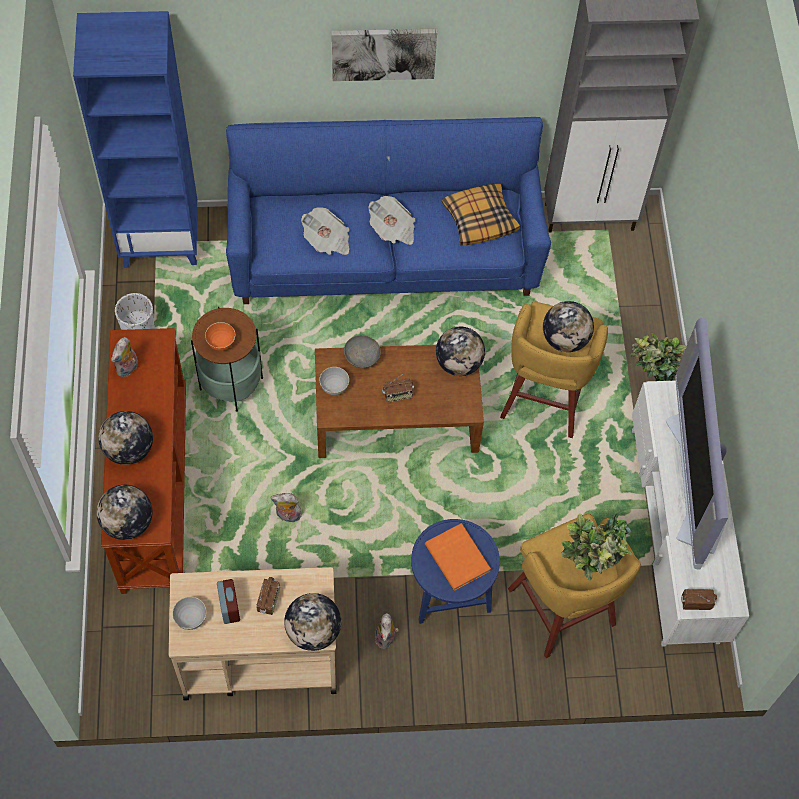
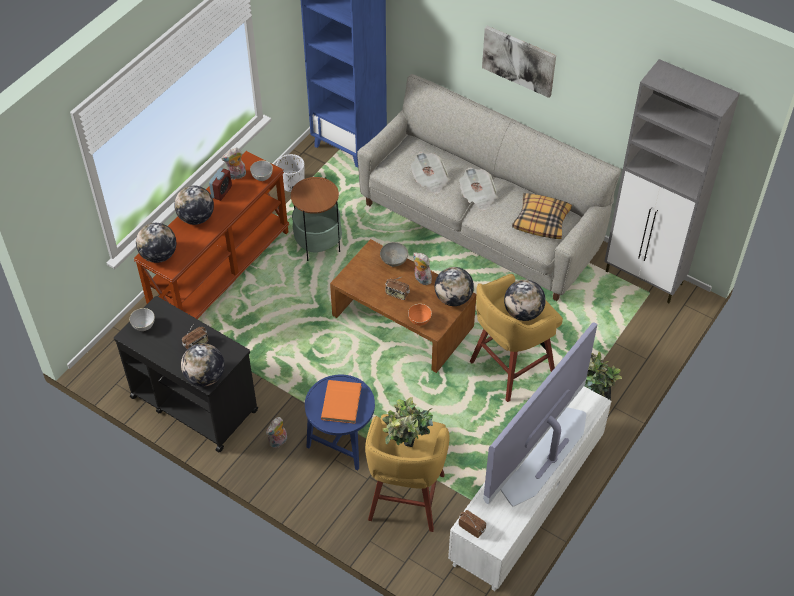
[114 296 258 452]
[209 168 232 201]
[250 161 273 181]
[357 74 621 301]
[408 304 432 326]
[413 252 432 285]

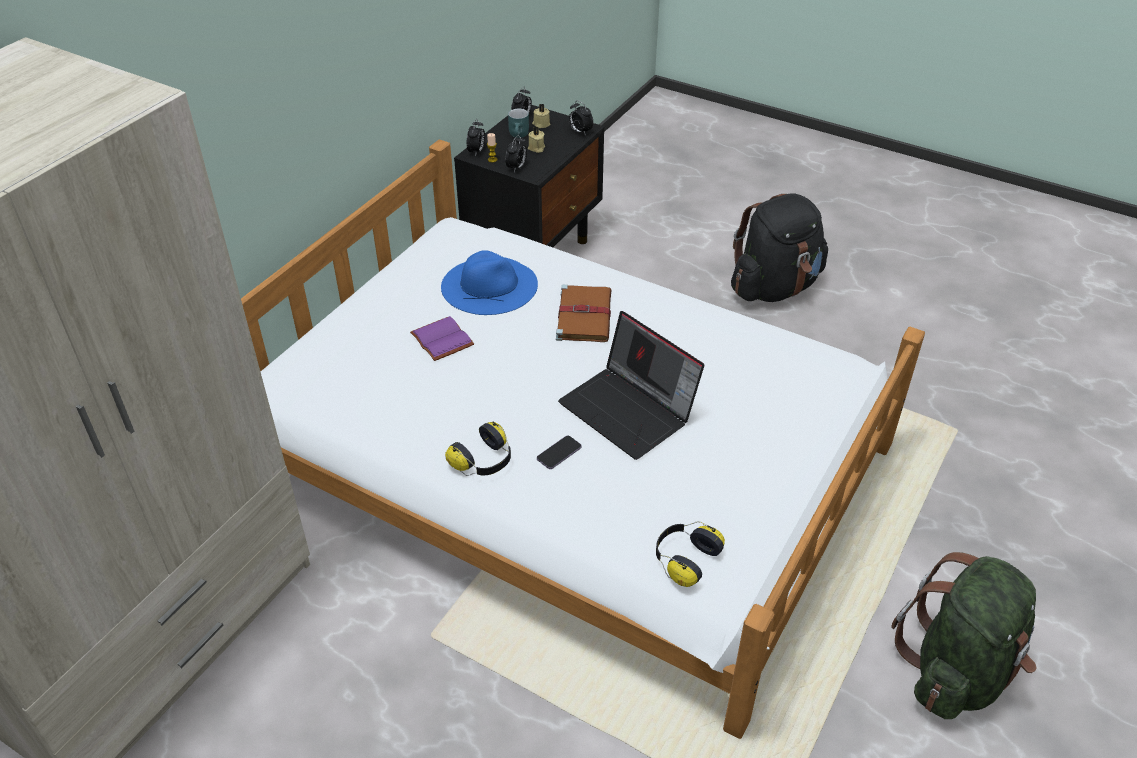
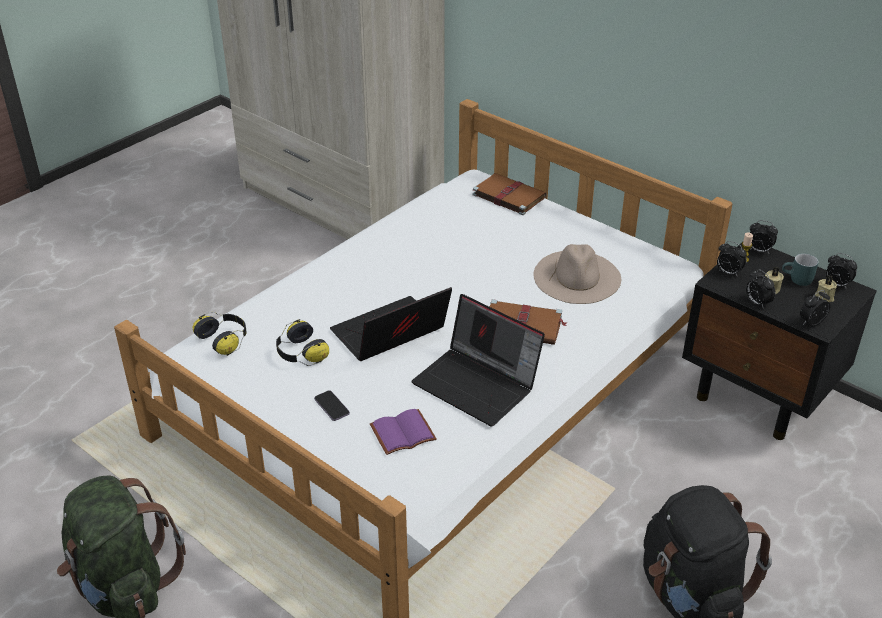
[276 319 329 366]
[314 390 350 421]
[370 409 436 455]
[411 294 545 427]
[472 173 547 215]
[533 244 621 304]
[746 269 776 309]

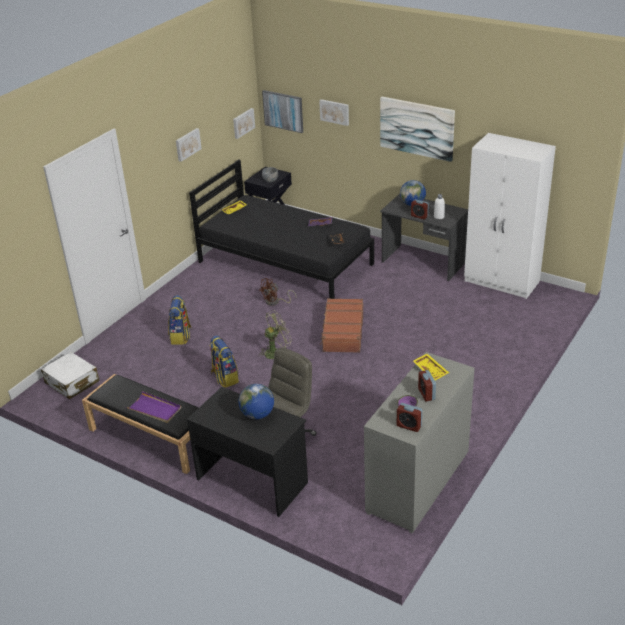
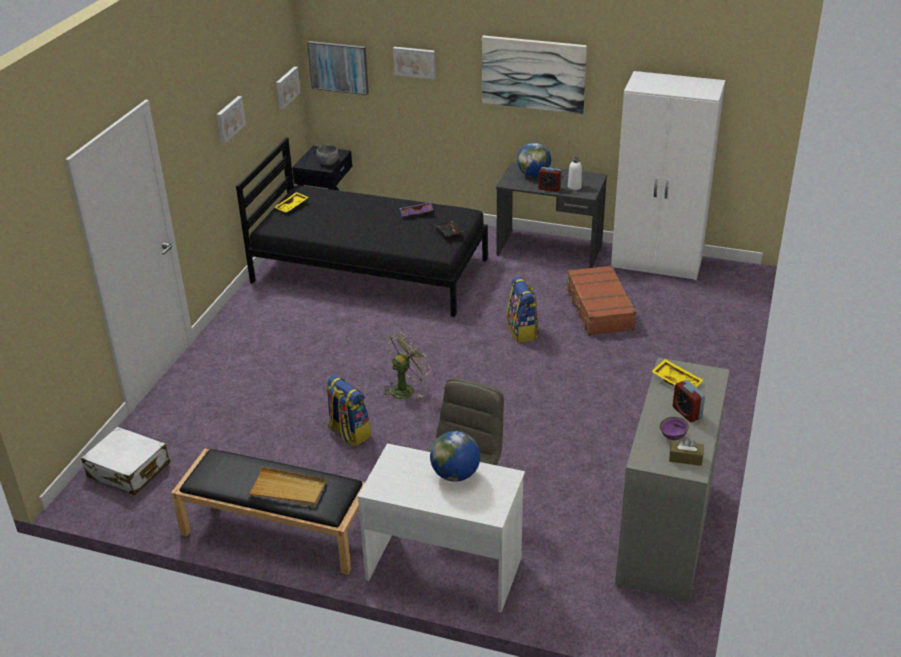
[246 467 326 507]
[357 443 525 613]
[507 277 539 343]
[565 265 637 336]
[669 438 704 466]
[259 278 296 305] (first image)

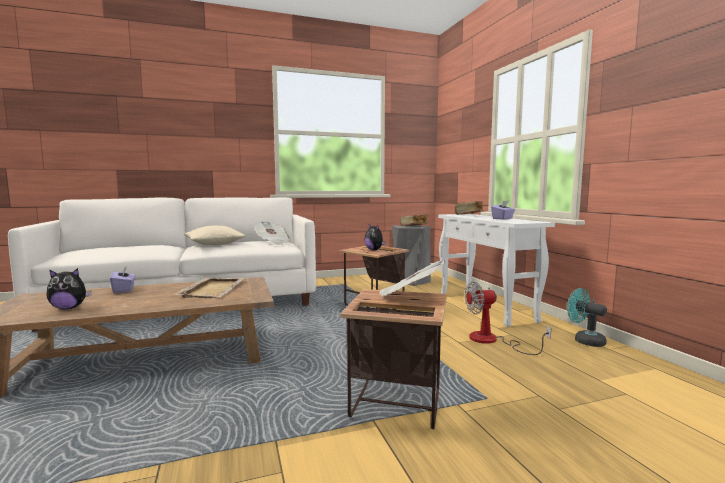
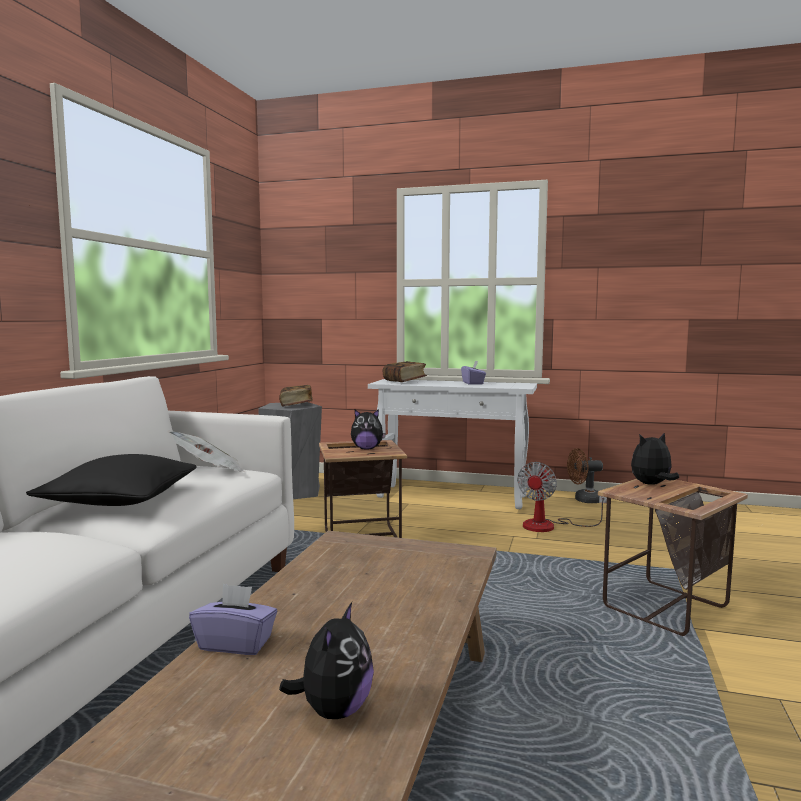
[26 454 197 506]
[567 448 603 503]
[631 432 679 485]
[175 277 244 298] (first image)

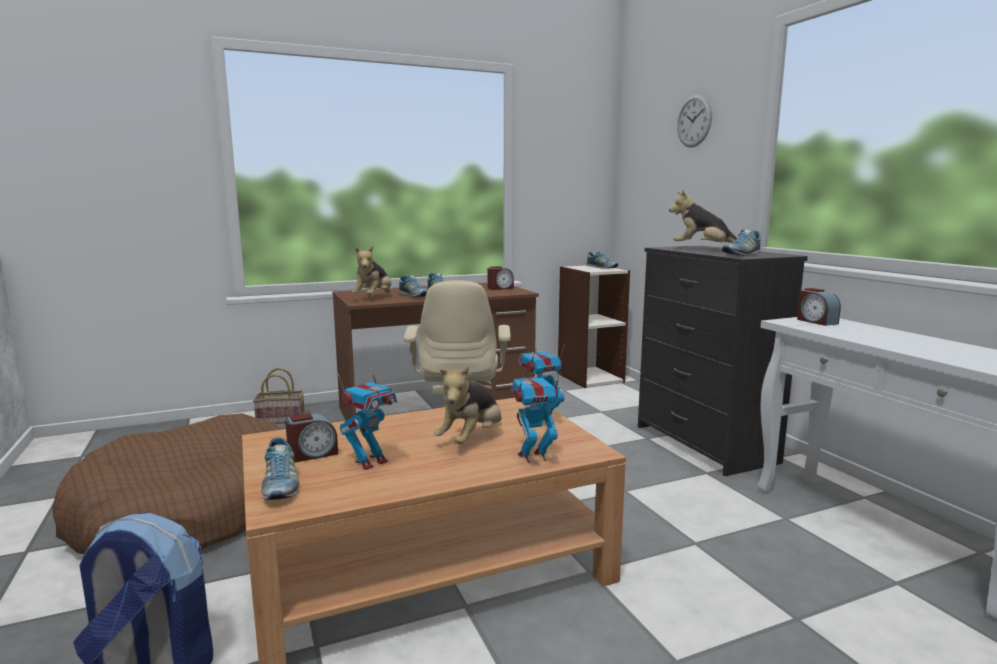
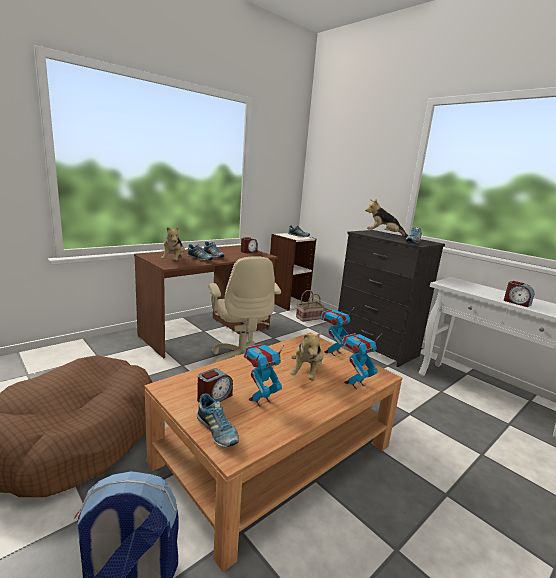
[244 344 285 407]
[296 290 324 322]
[504 281 534 307]
[677 94 712 148] (first image)

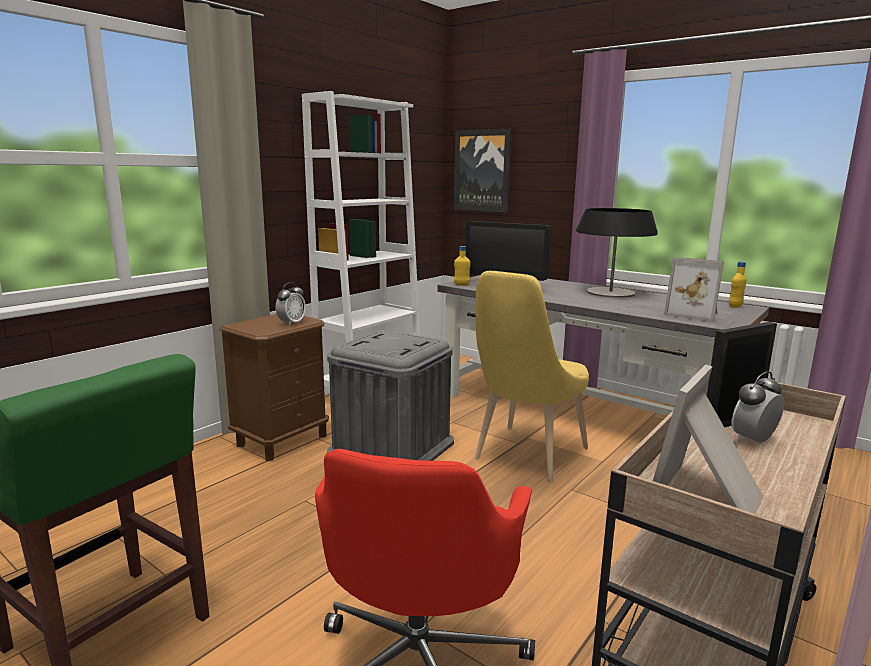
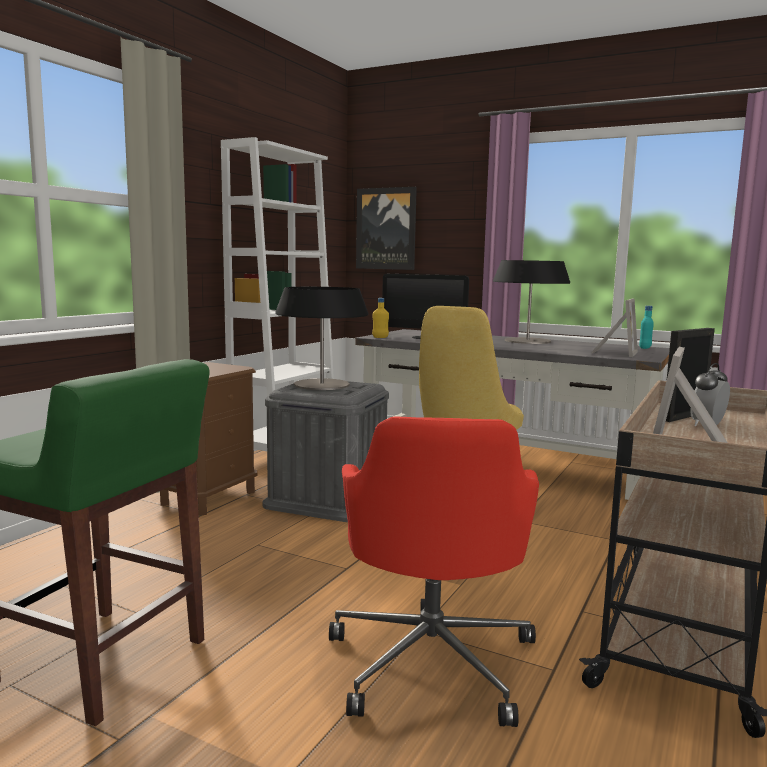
[275 287 368 390]
[591 298 638 357]
[639 306 654 349]
[275 282 306 326] (first image)

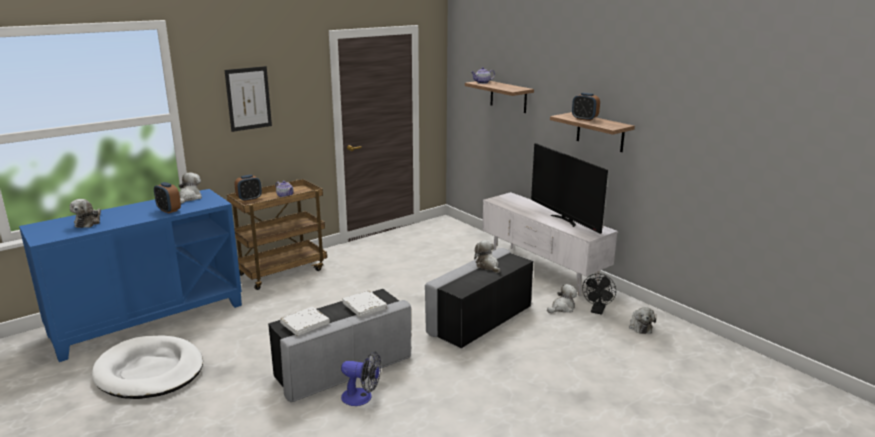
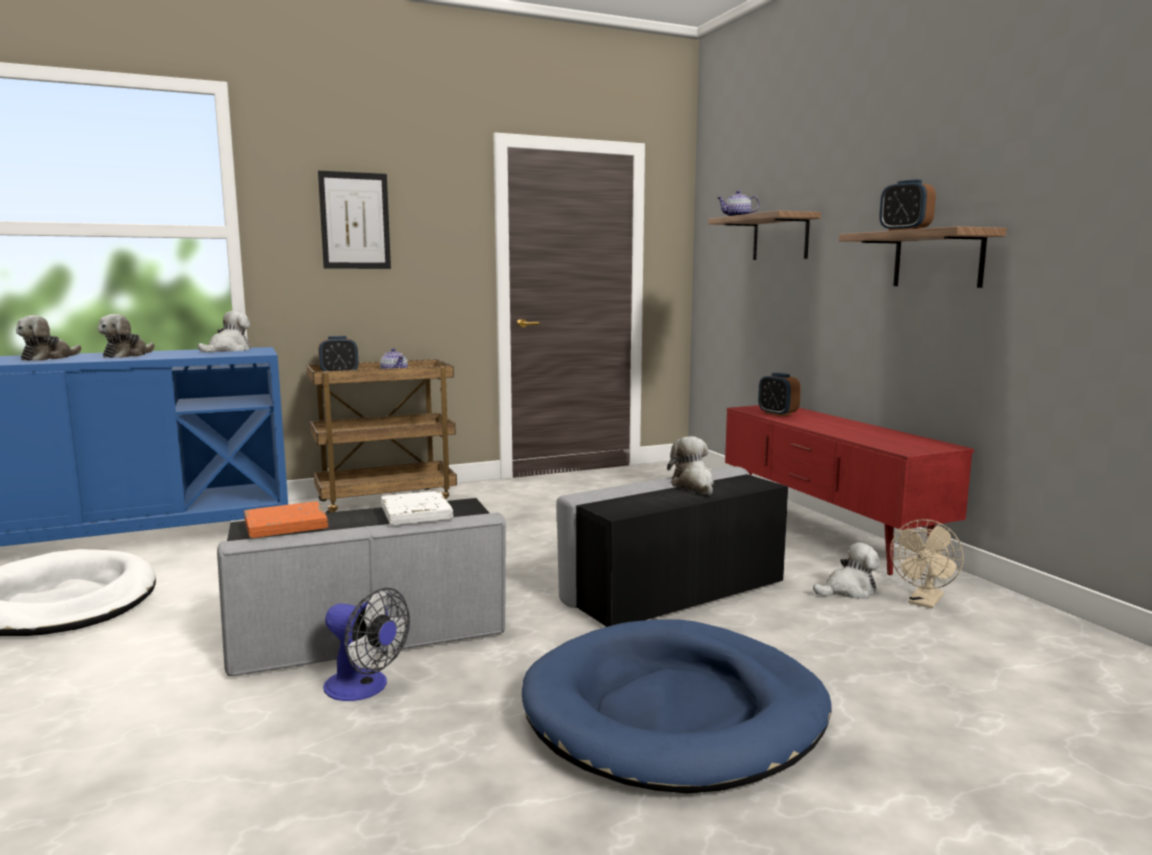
[98 314 155 358]
[244 501 328 538]
[522 619 832 794]
[725 405 975 575]
[758 373 801 416]
[890 519 964 609]
[531 143 608 234] (first image)

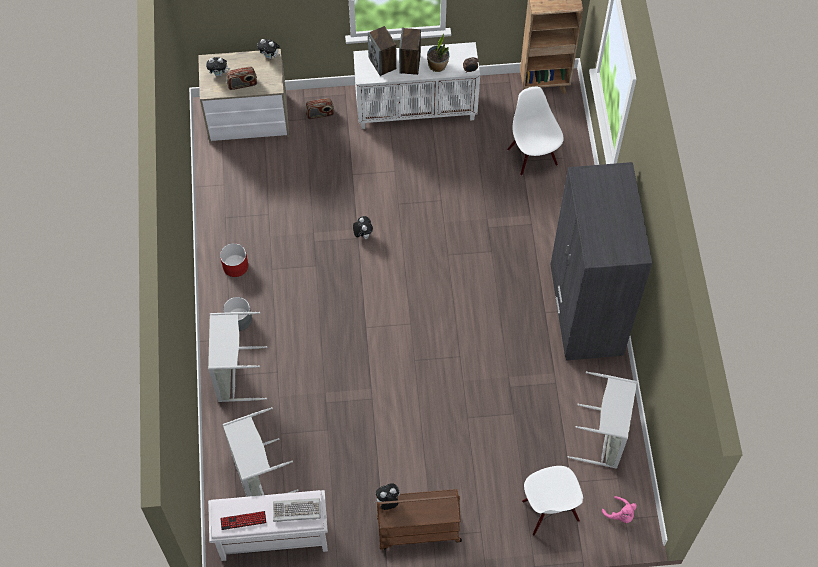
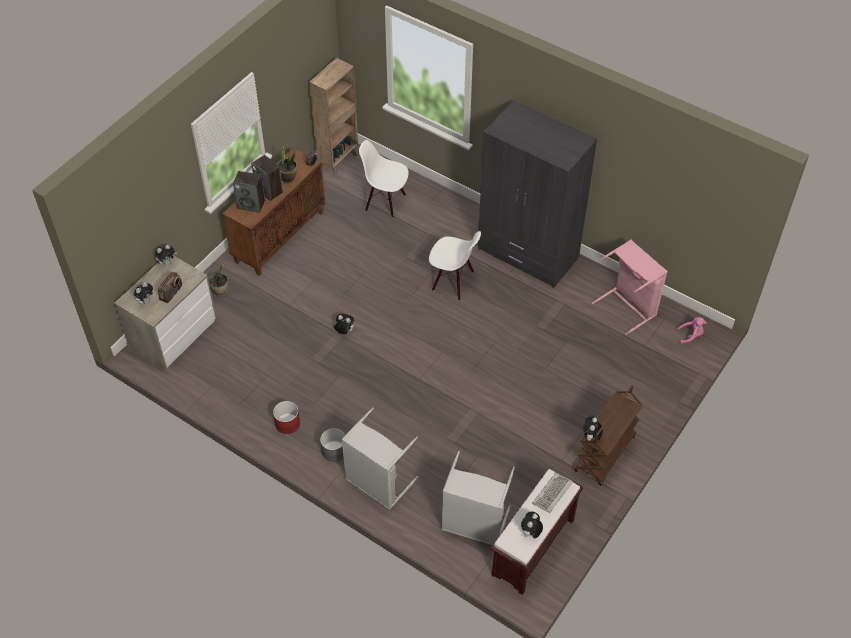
[208 264 228 296]
[222 148 325 276]
[429 231 481 300]
[490 468 583 595]
[521 511 543 538]
[592 240 668 335]

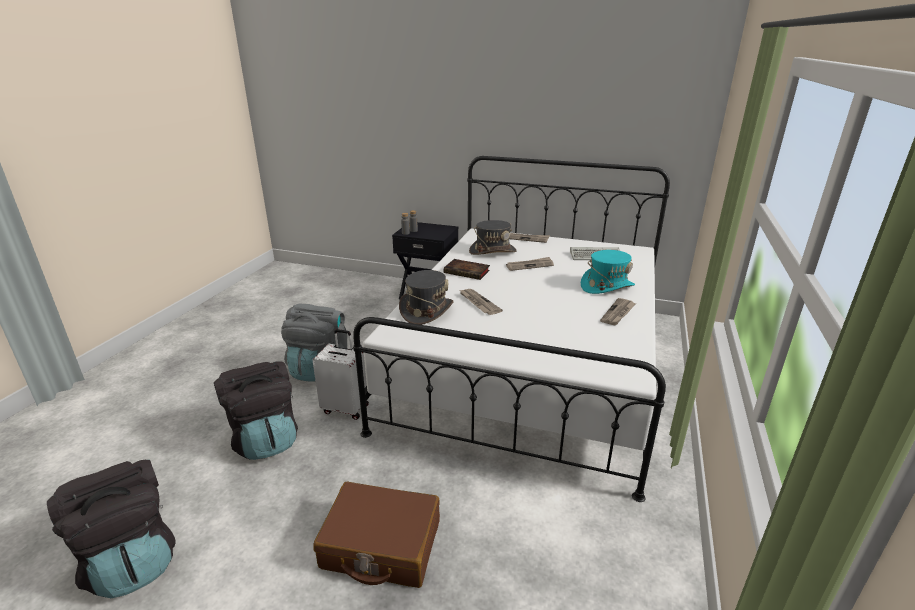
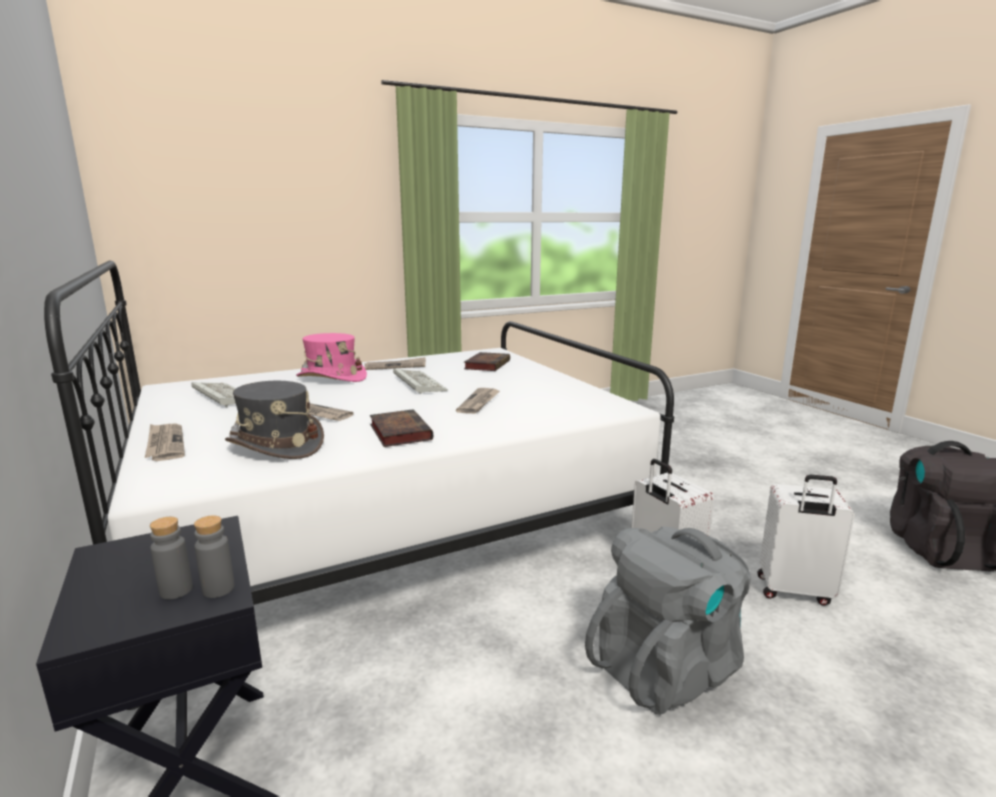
[296 333 367 382]
[393 368 448 394]
[464 352 510 371]
[757 475 855 606]
[313 481 440 588] (first image)
[399 270 454 325] (first image)

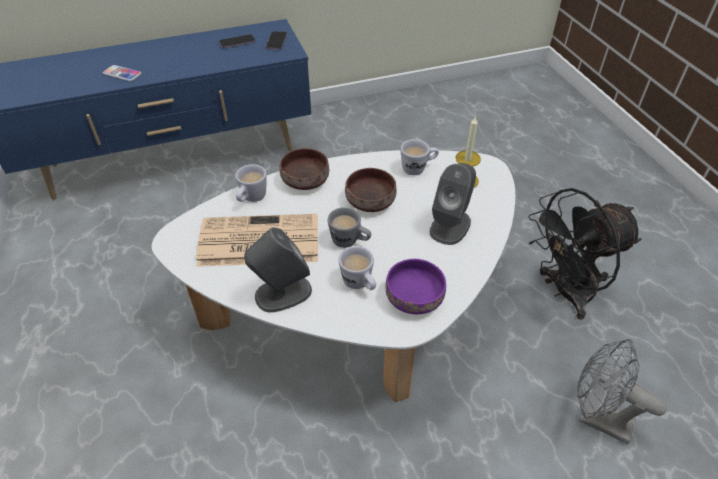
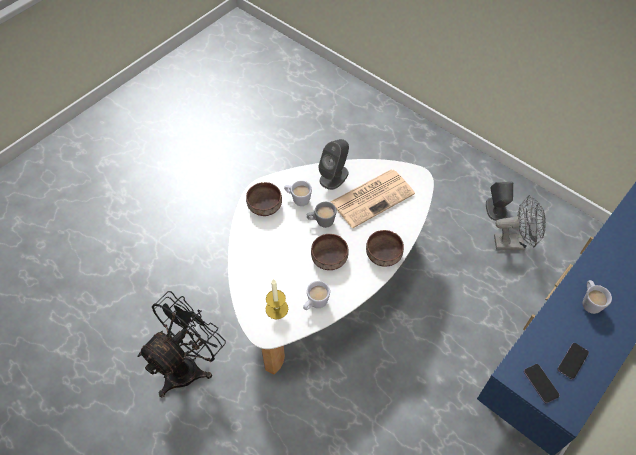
[246 182 282 216]
[486 182 513 221]
[494 195 546 250]
[583 280 612 314]
[103 65 142 81] (first image)

